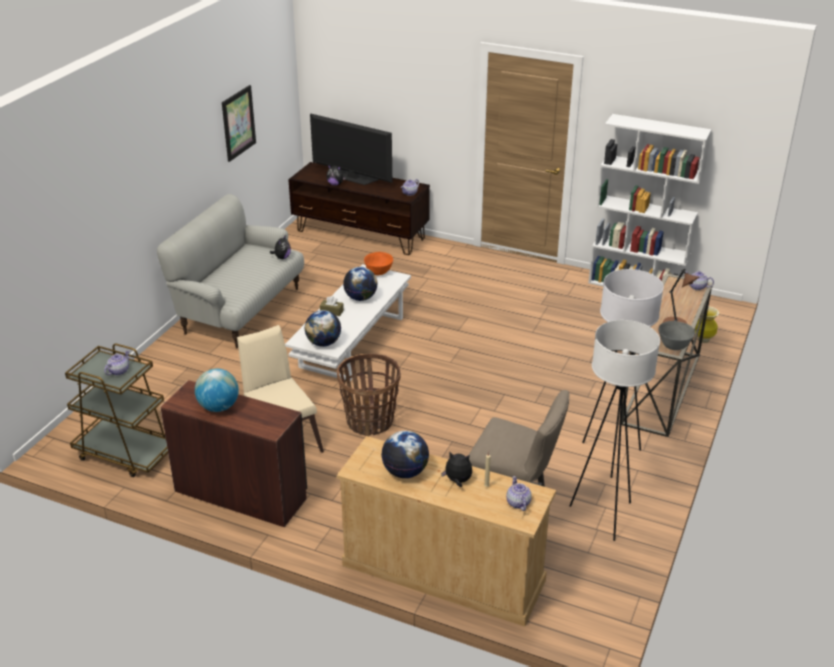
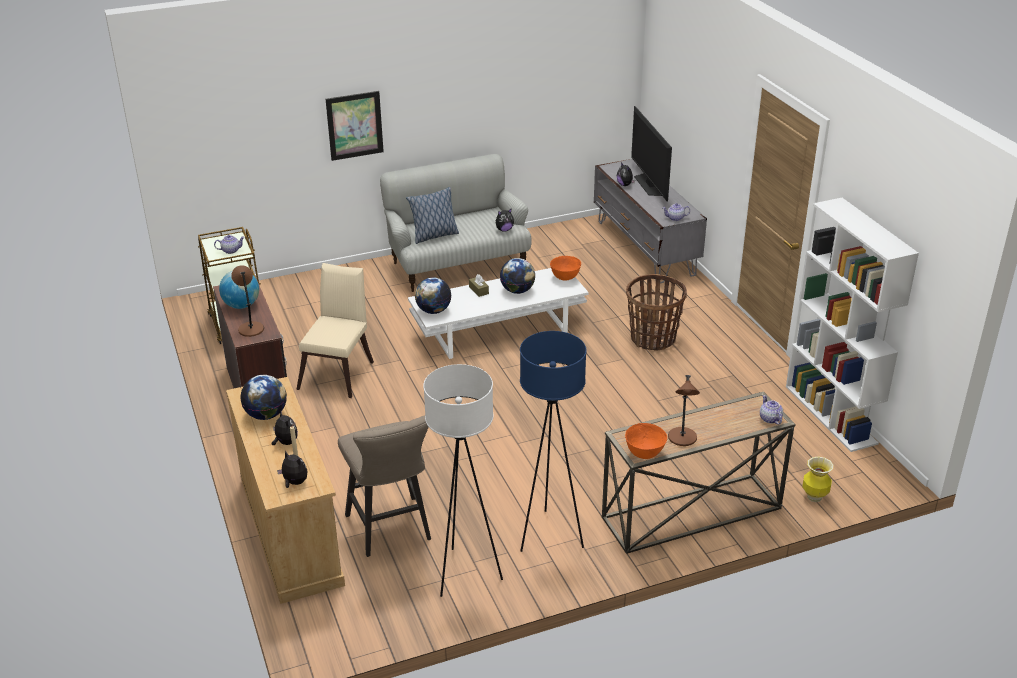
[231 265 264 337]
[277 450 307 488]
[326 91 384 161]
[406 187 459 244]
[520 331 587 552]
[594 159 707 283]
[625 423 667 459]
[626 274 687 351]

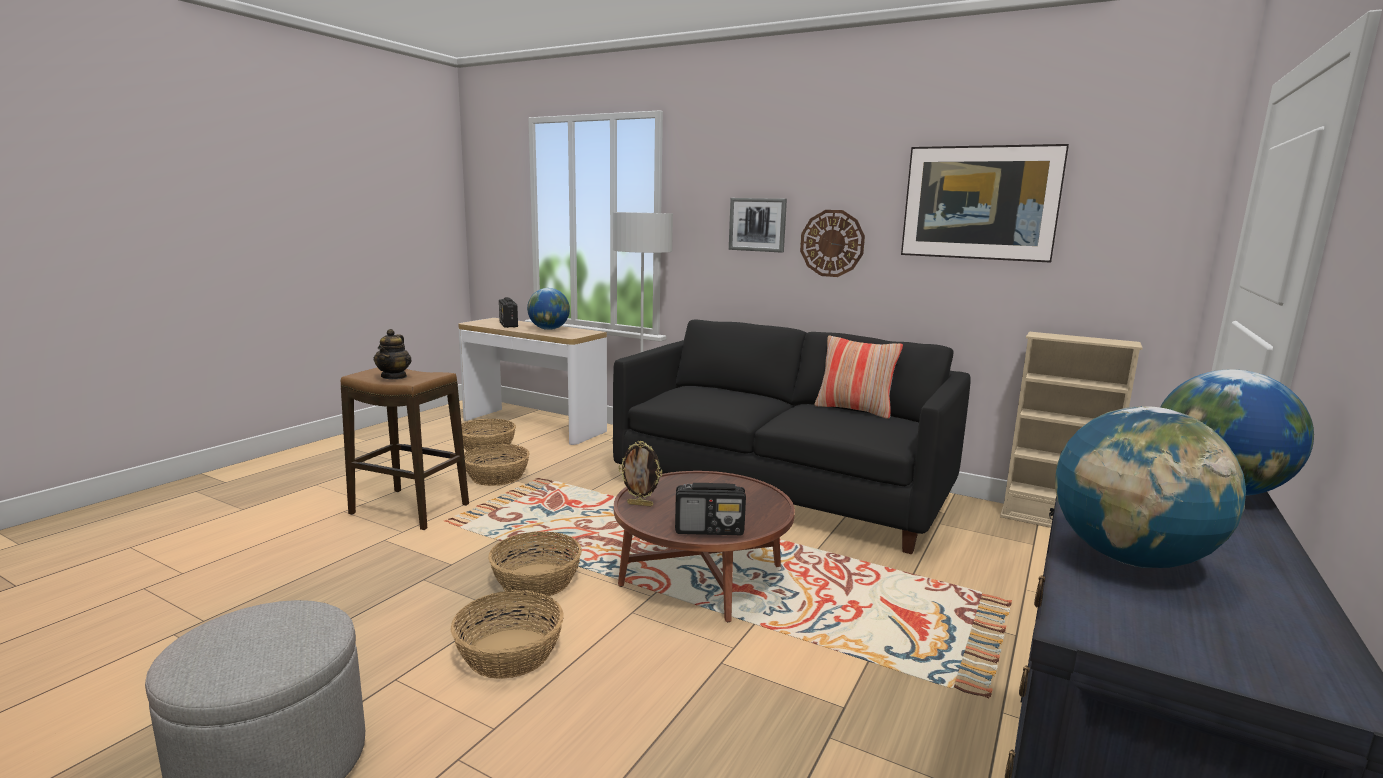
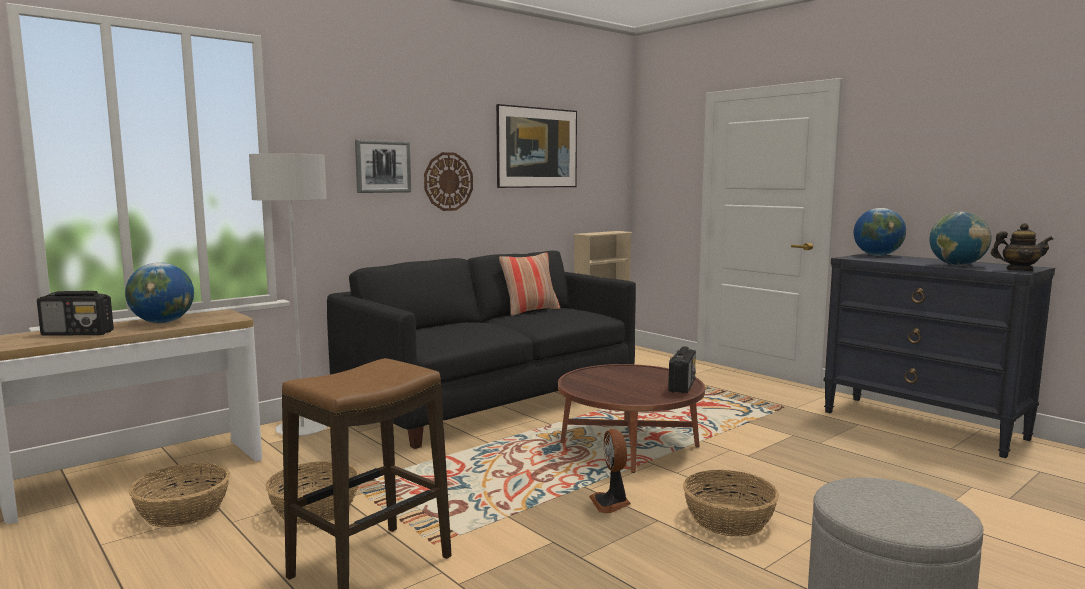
[589 429 631 513]
[991 223 1053 271]
[619 441 663 506] (first image)

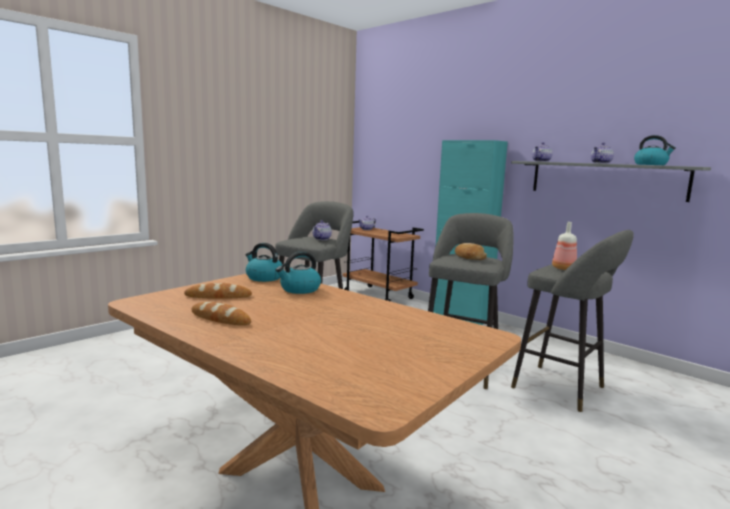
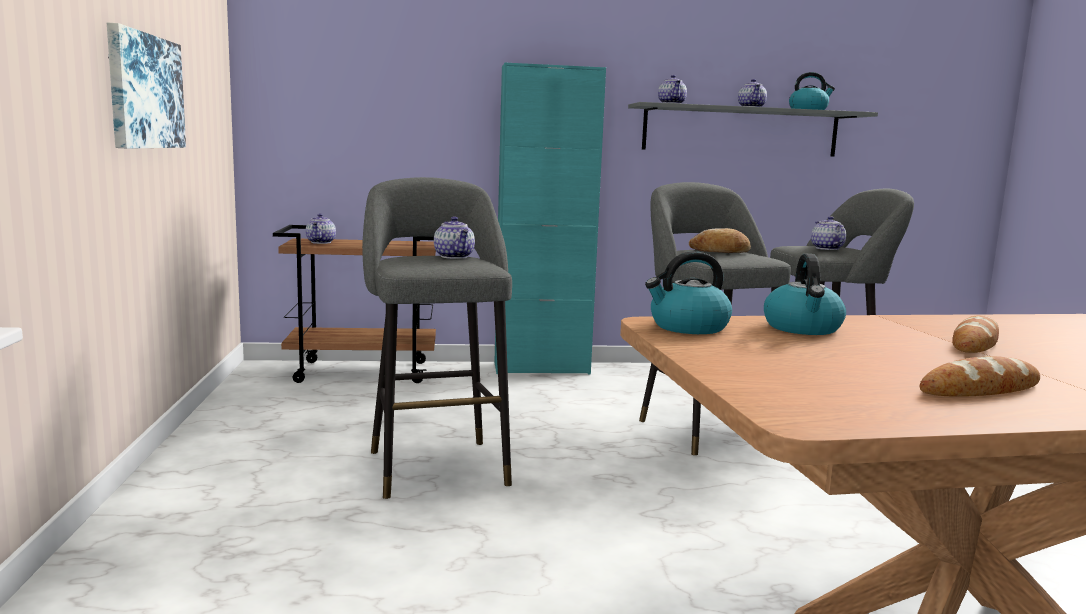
[107 23 186 148]
[811 216 846 250]
[952 315 999 353]

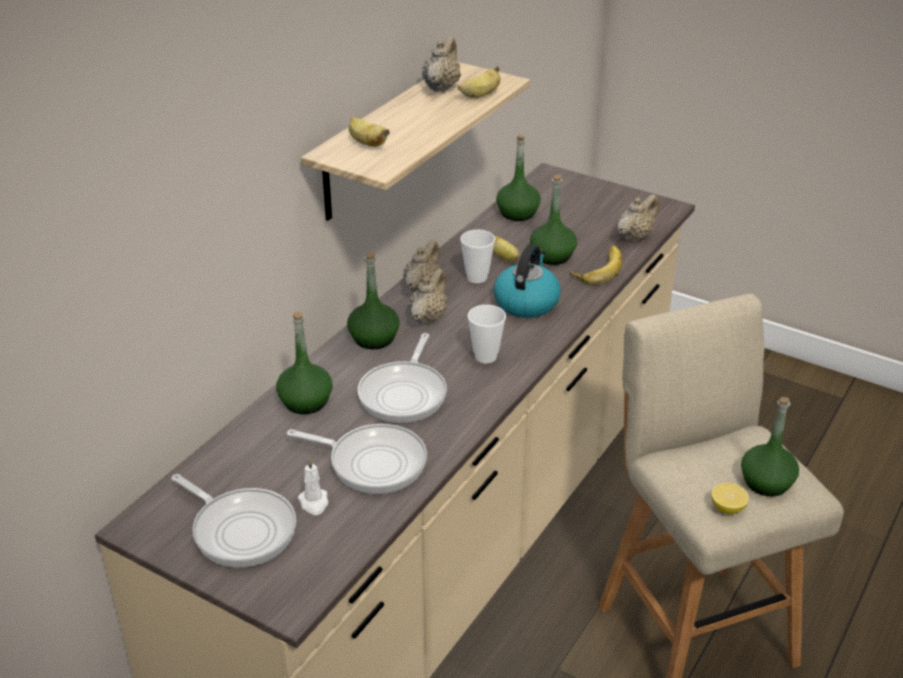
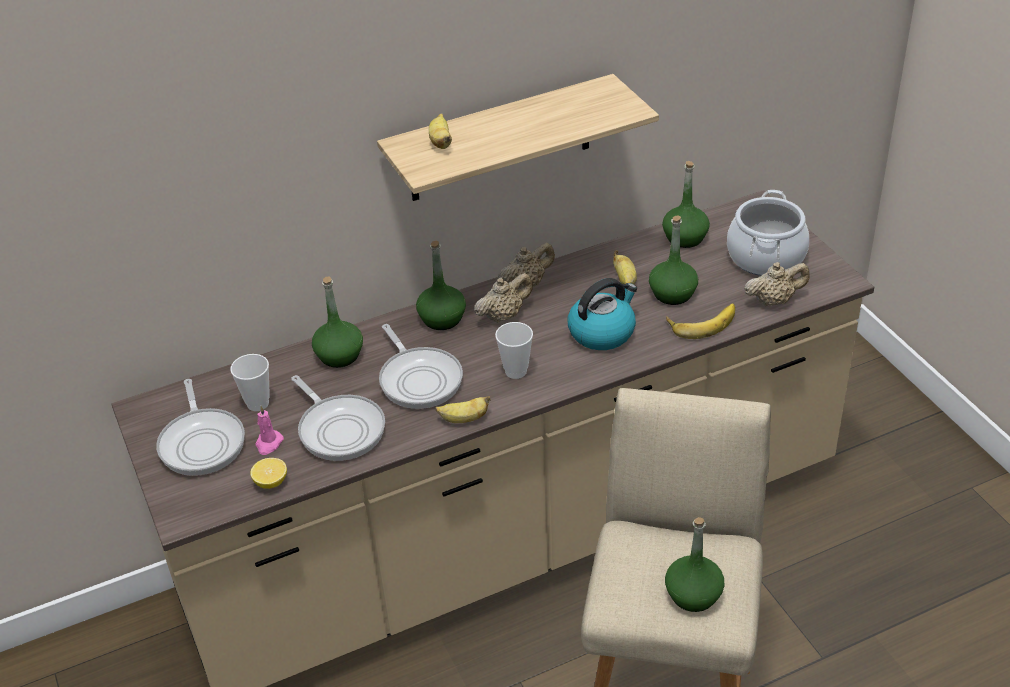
[230 354 270 411]
[250 458 287 489]
[255 406 284 455]
[379 324 463 409]
[435 396 491 423]
[727 190 809 276]
[422 36 461 93] (first image)

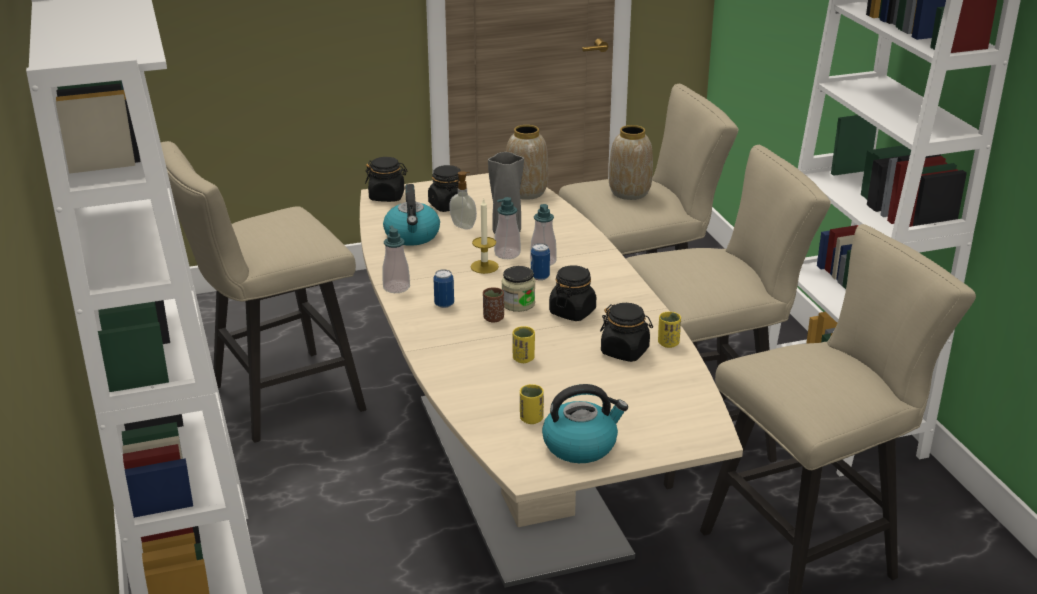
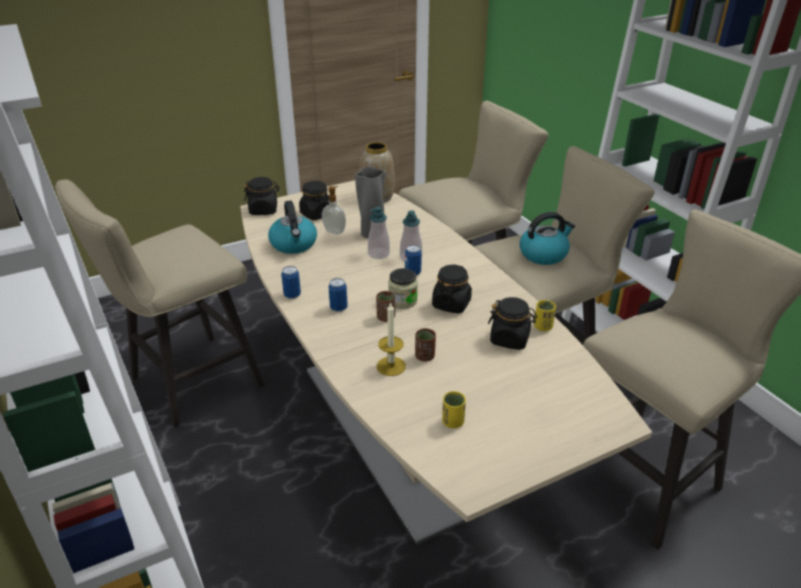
[281 266 301 299]
[377 302 406 376]
[415 328 436 362]
[519 212 575 265]
[609 125 653 200] (first image)

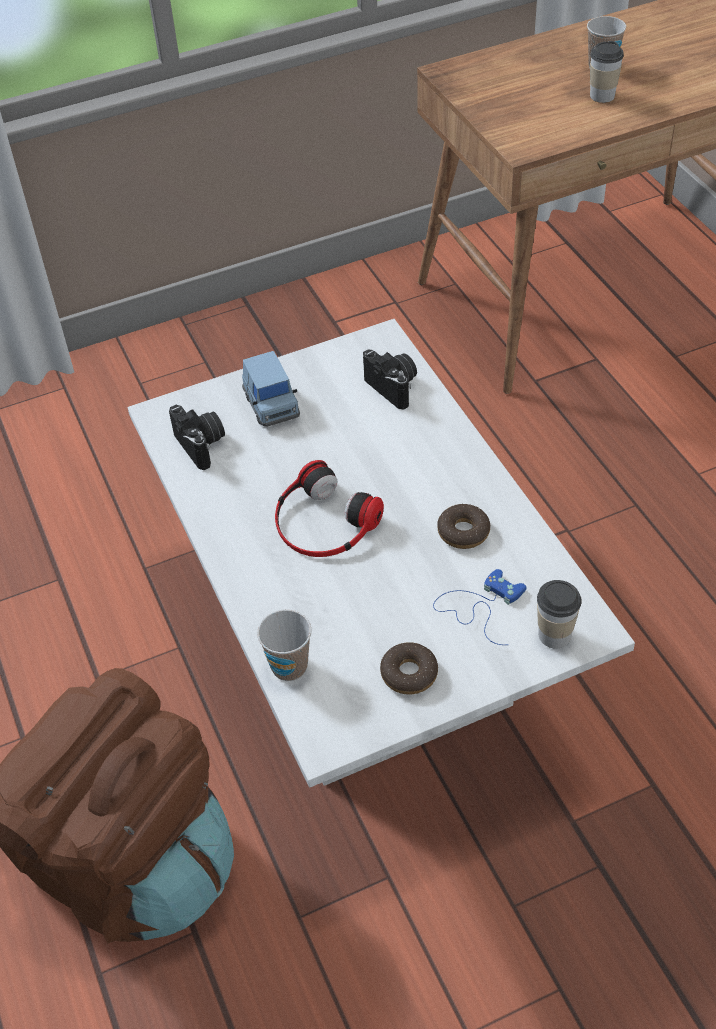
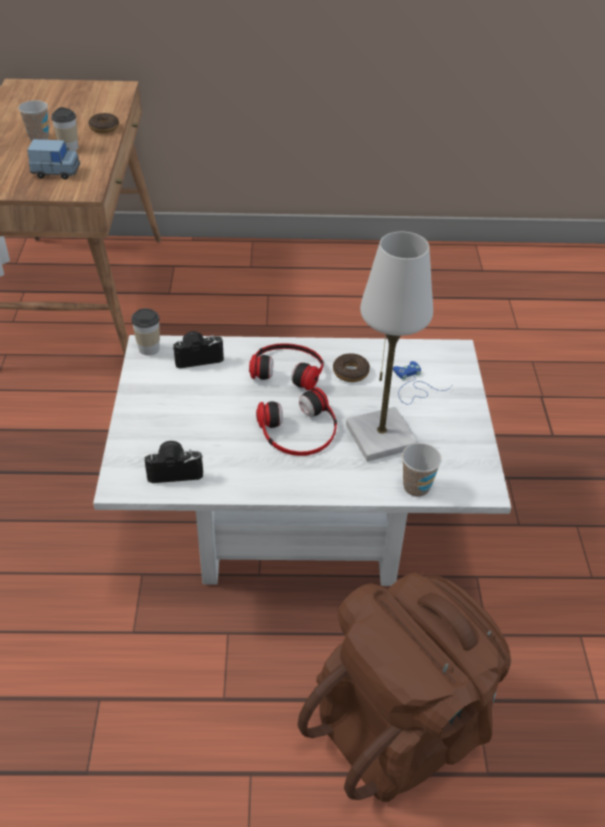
[27 139 80 180]
[88 113 119 133]
[131 308 160 356]
[249 343 324 390]
[346 232 433 462]

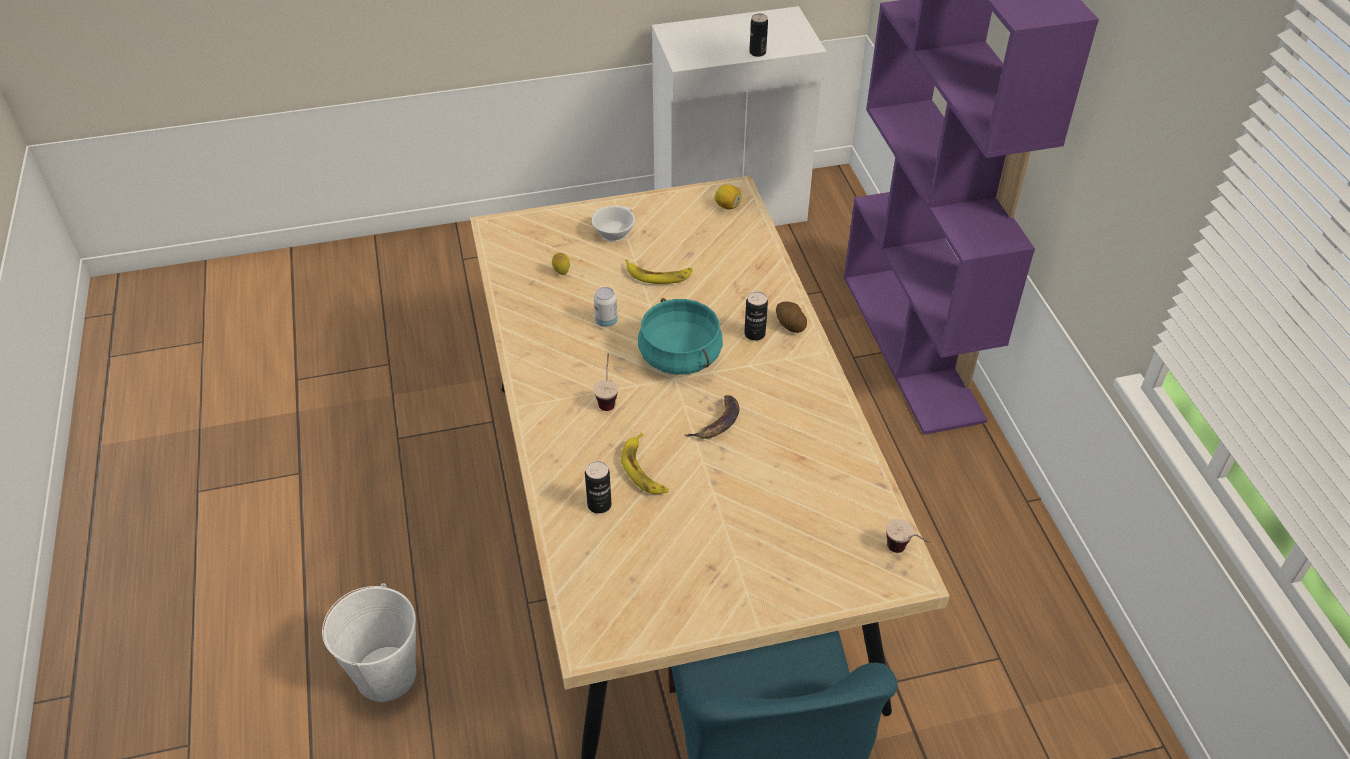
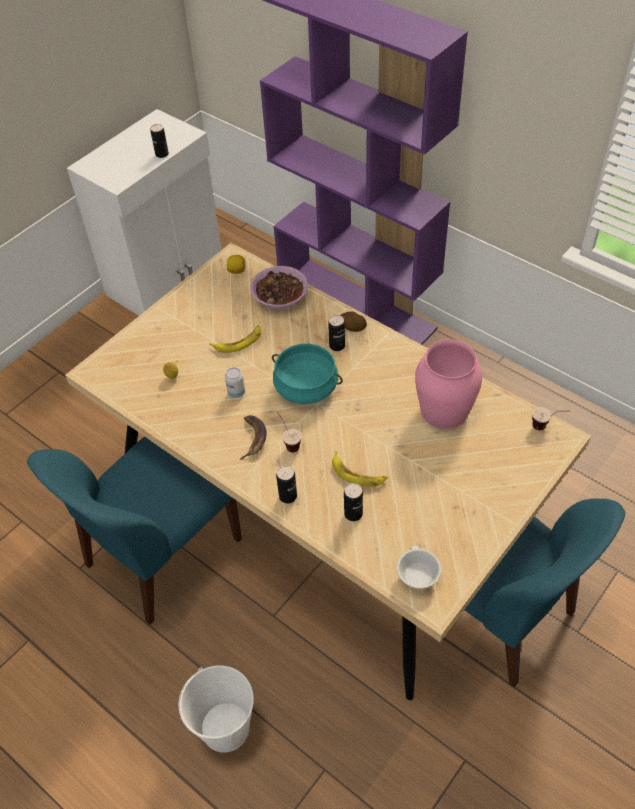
[27 436 242 625]
[239 415 266 460]
[250 266 308 309]
[276 465 297 503]
[397 546 441 589]
[415 339 482 429]

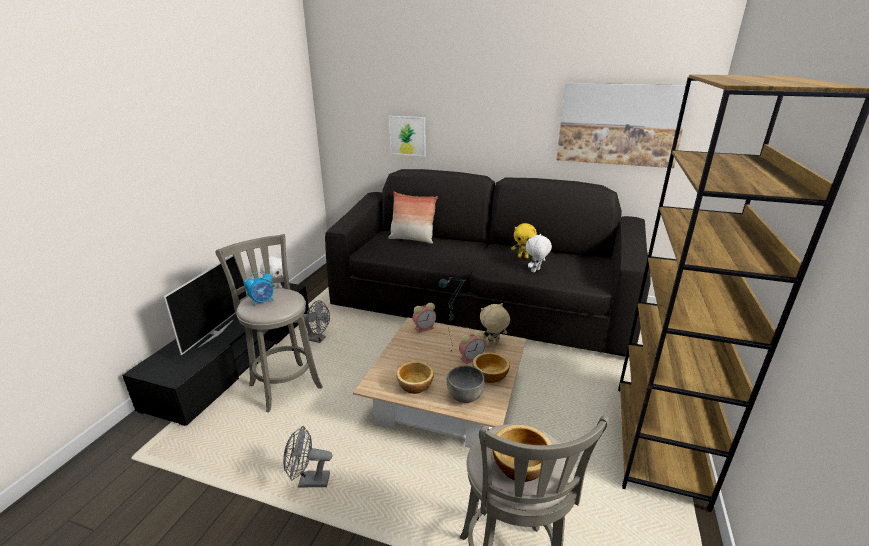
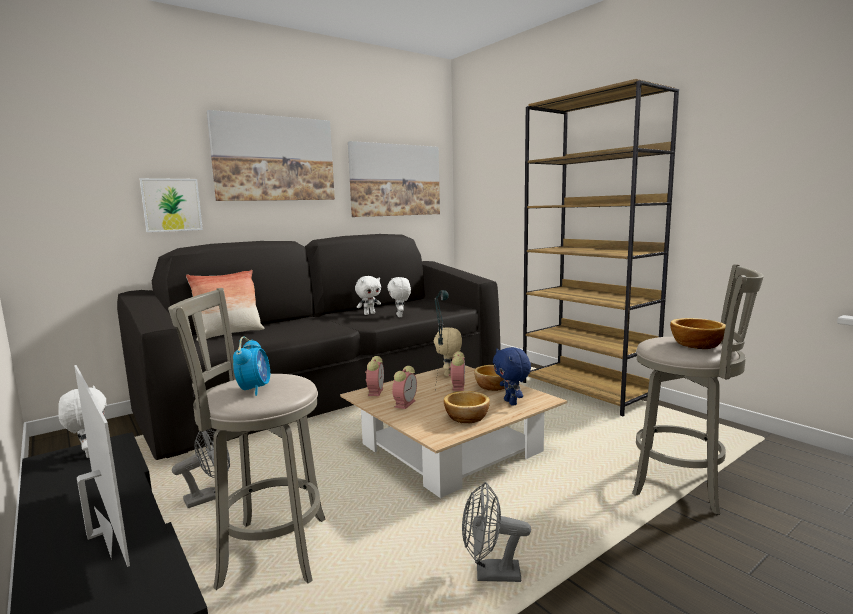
[207 110 335 201]
[355 276 381 315]
[392 366 417 409]
[462 482 531 582]
[493 347 531 406]

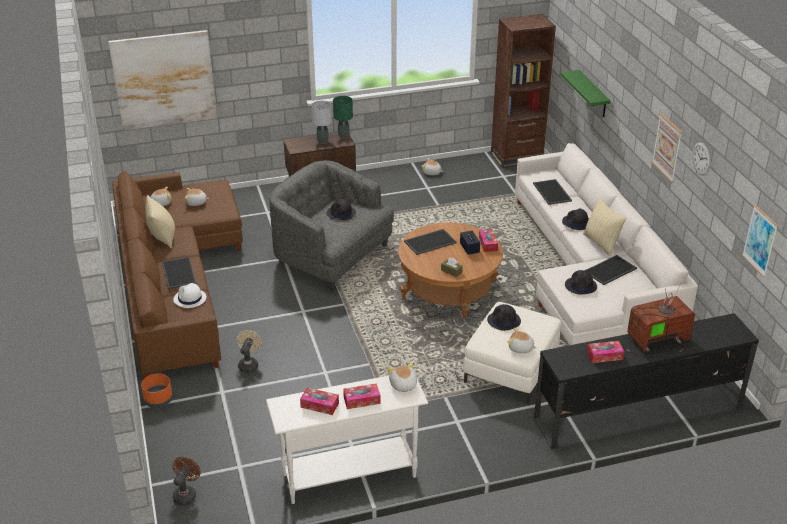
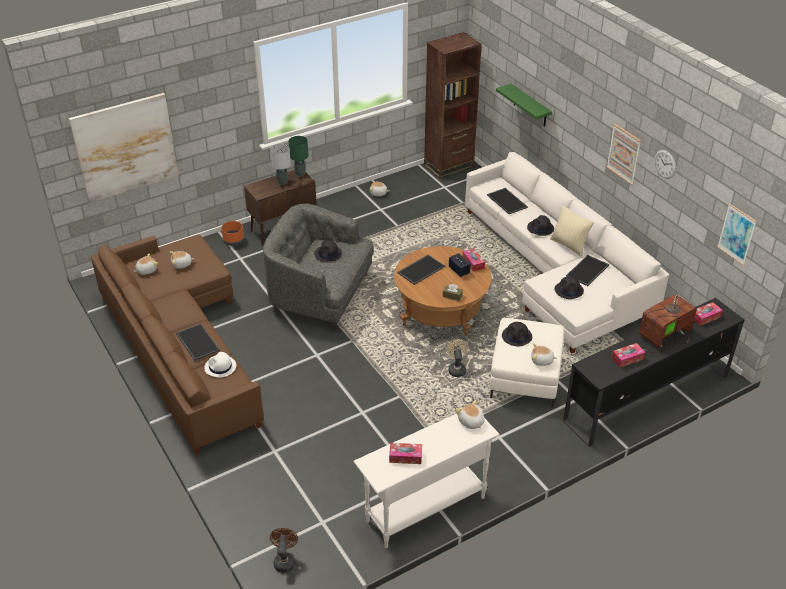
[221 221 244 246]
[445 339 469 377]
[694 302 723 326]
[145 195 175 249] (first image)

